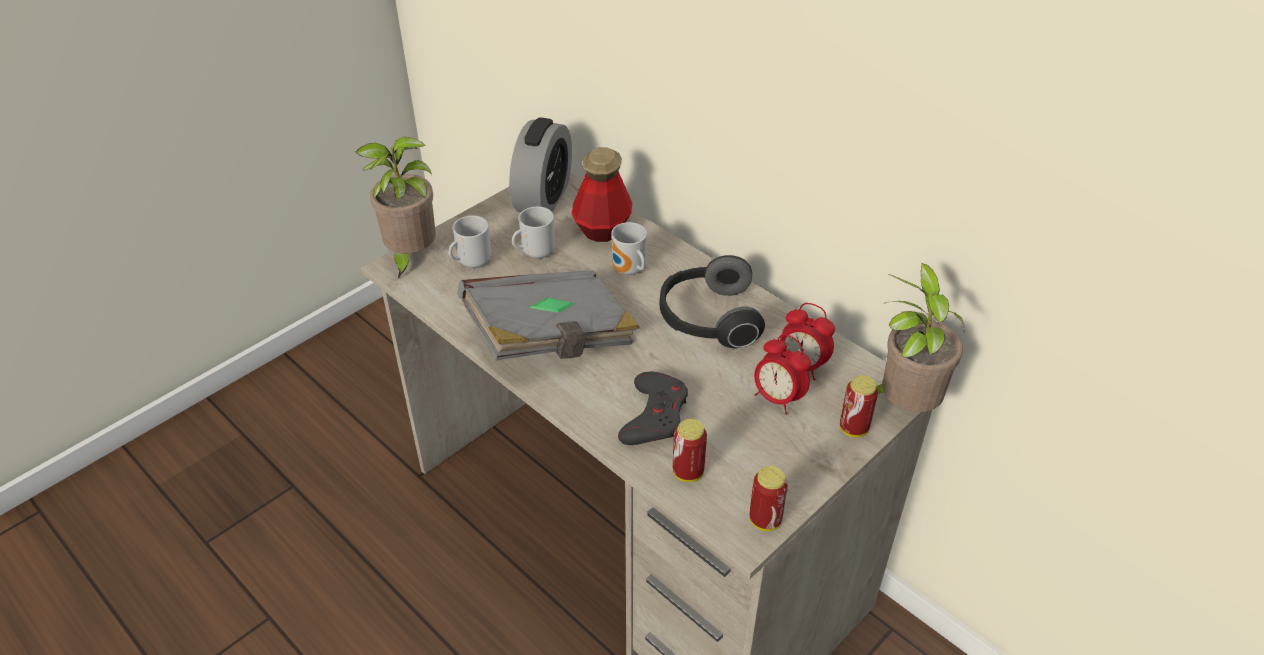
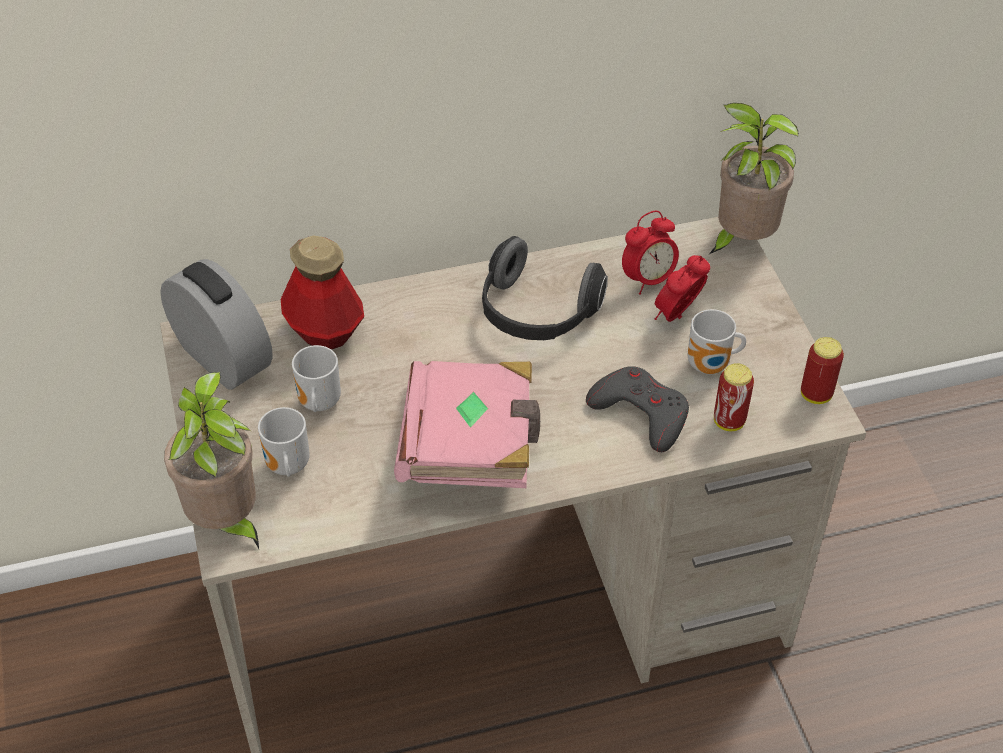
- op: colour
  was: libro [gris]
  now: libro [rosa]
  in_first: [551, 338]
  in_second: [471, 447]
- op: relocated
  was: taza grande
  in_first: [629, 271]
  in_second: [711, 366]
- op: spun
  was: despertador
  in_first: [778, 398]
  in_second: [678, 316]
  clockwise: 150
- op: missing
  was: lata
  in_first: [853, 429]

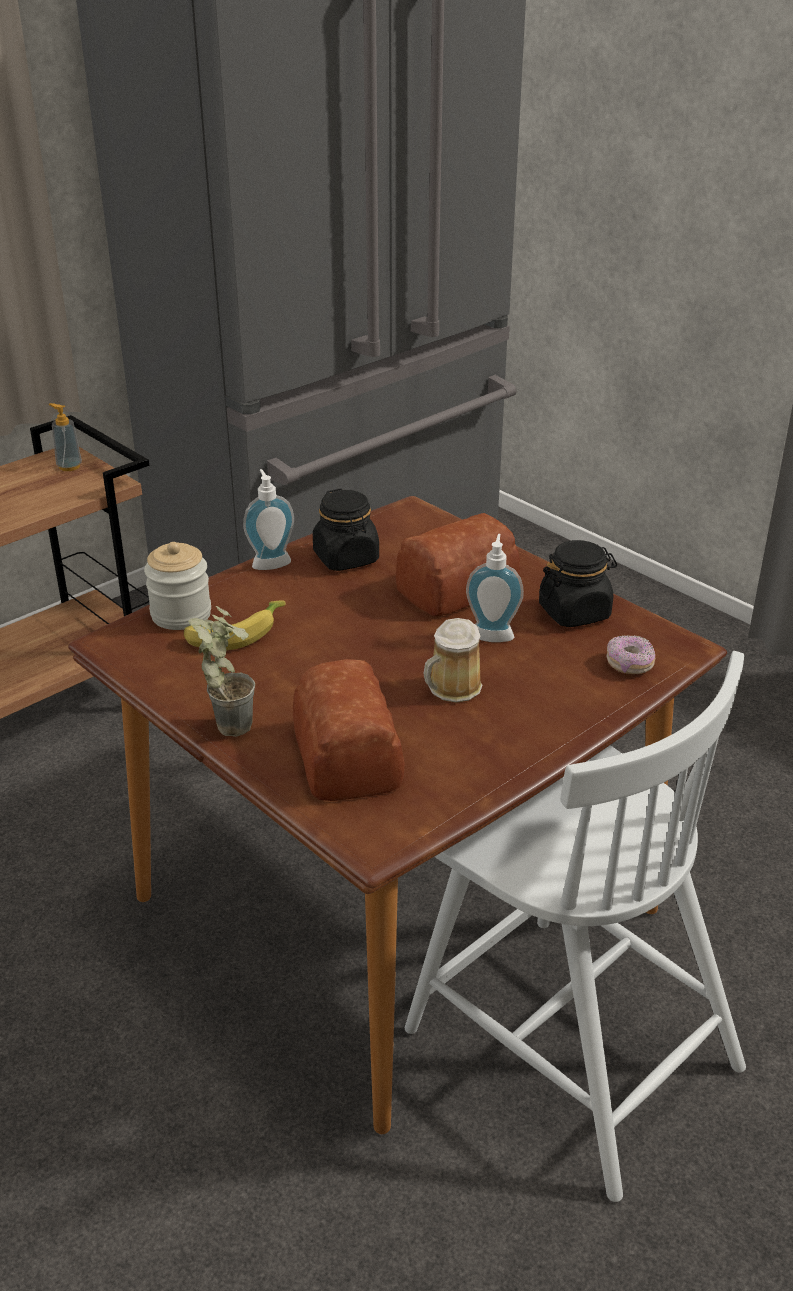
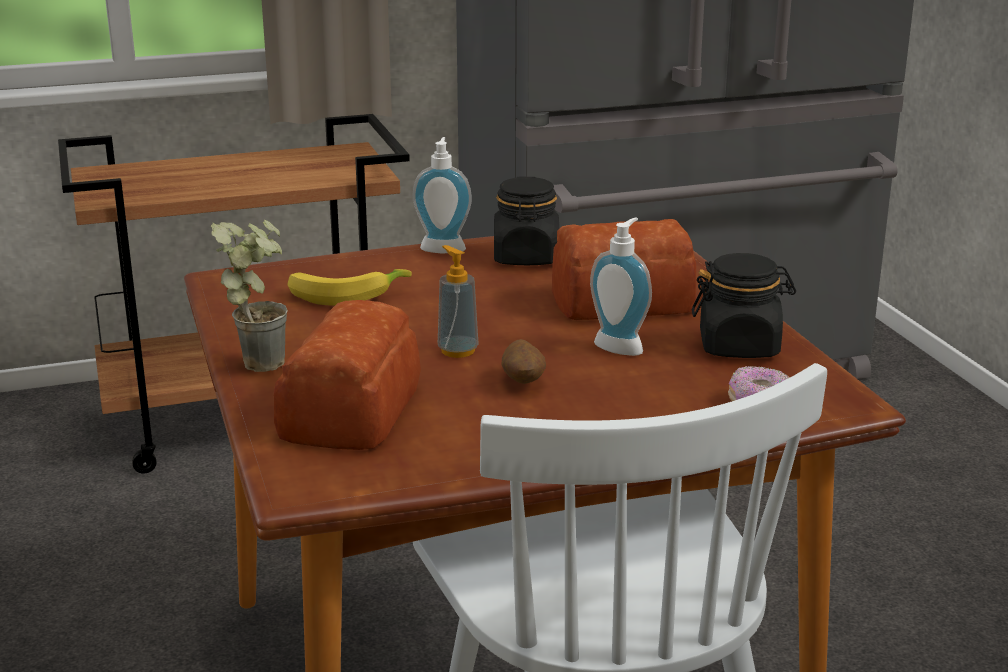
- op: relocated
  was: dispensador de jabón
  in_first: [69, 466]
  in_second: [457, 350]
- op: missing
  was: tarro
  in_first: [181, 614]
- op: exchanged
  was: taza grande
  now: patata
  in_first: [451, 689]
  in_second: [523, 382]

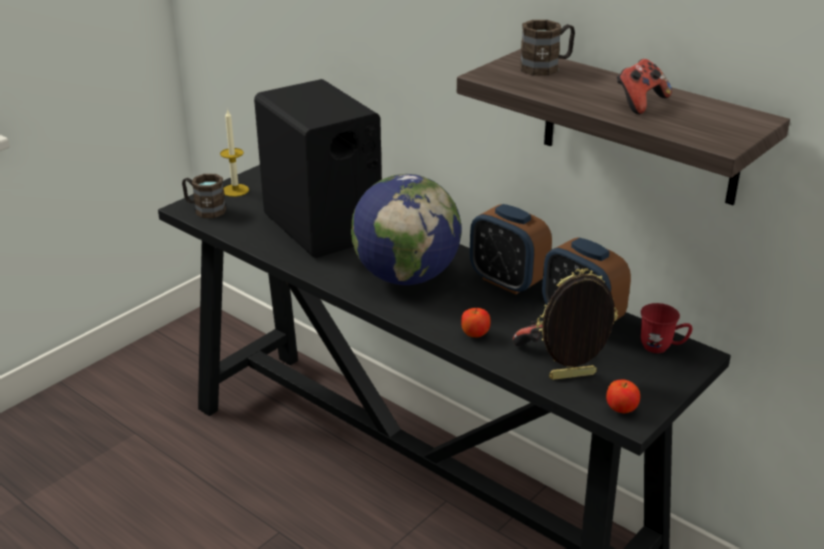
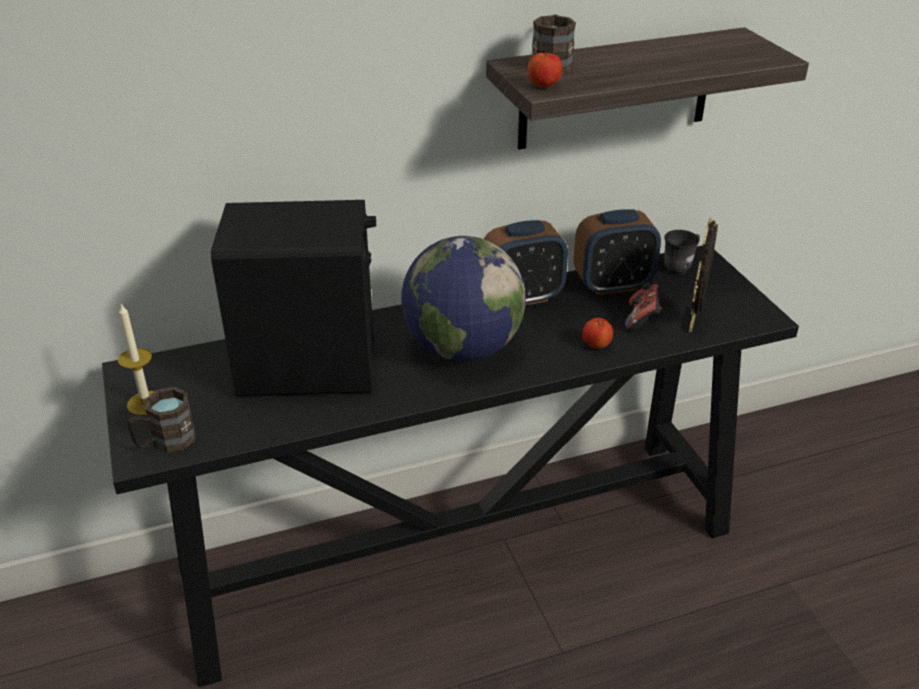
- op: relocated
  was: manzana
  in_first: [621, 409]
  in_second: [543, 86]
- op: missing
  was: mando de consola
  in_first: [640, 103]
- op: colour
  was: taza grande [rojo]
  now: taza grande [gris]
  in_first: [662, 347]
  in_second: [680, 266]

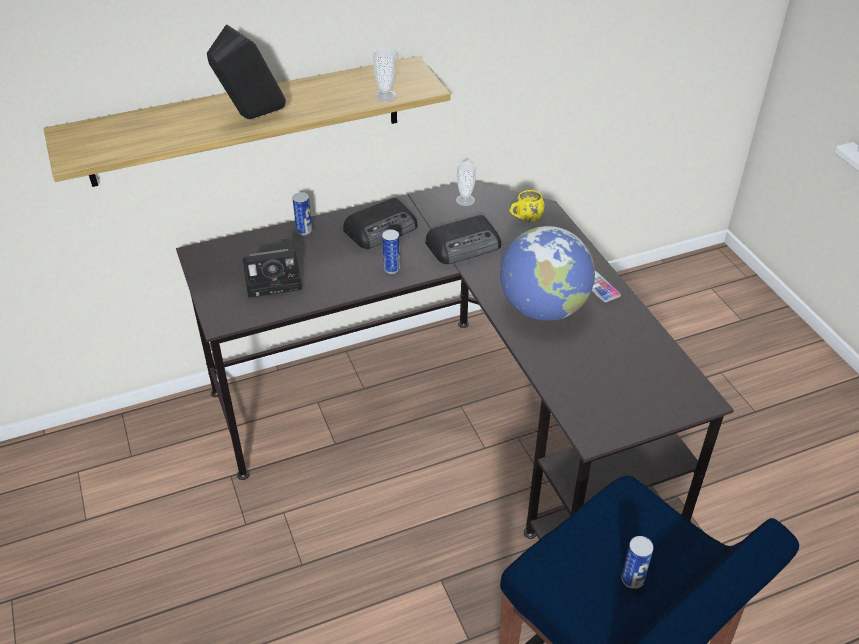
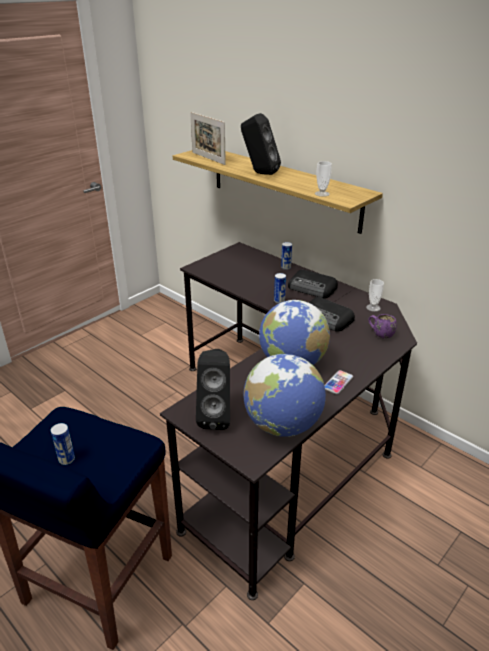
- op: missing
  was: cámara
  in_first: [275, 278]
- op: colour
  was: taza grande [amarillo]
  now: taza grande [morado]
  in_first: [525, 219]
  in_second: [380, 334]
- op: appeared
  now: portarretratos
  in_second: [208, 158]
- op: appeared
  now: altavoz [negro]
  in_second: [216, 416]
- op: appeared
  now: globo terráqueo
  in_second: [282, 425]

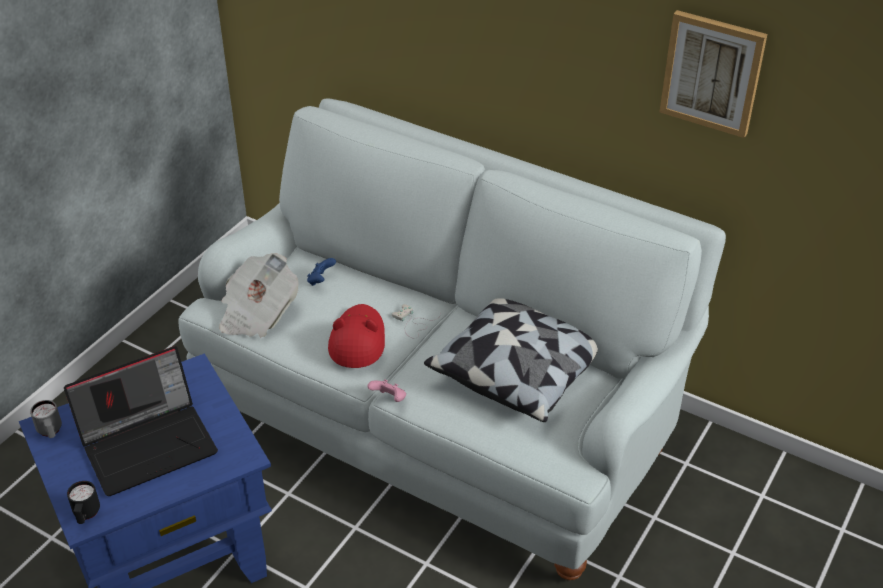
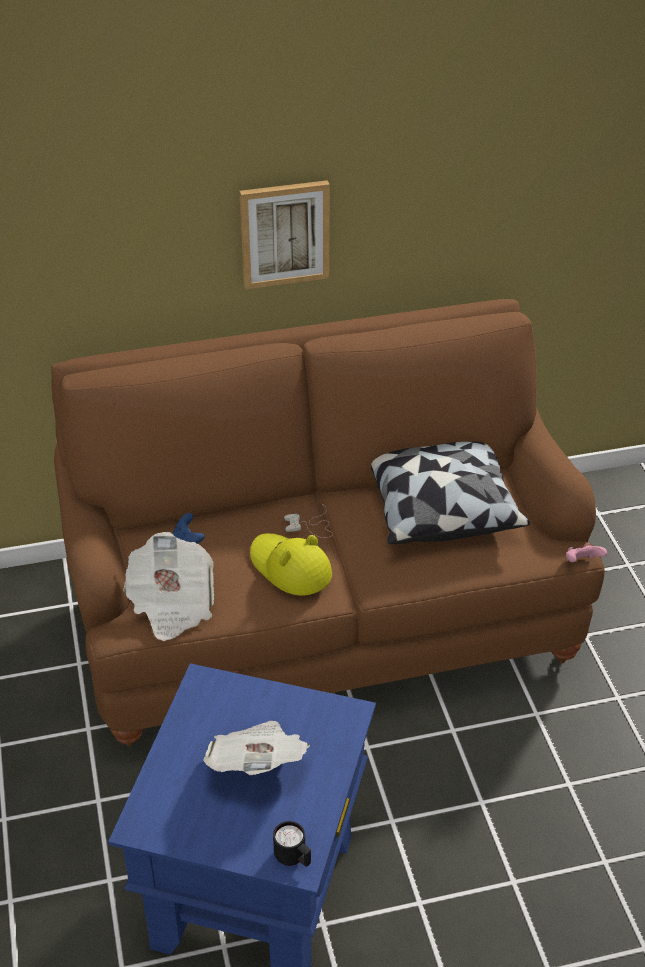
- op: missing
  was: taza grande [gris]
  in_first: [50, 432]
- op: exchanged
  was: portátil
  now: periódico
  in_first: [149, 444]
  in_second: [257, 765]
- op: colour
  was: sofá [blanco]
  now: sofá [marrón]
  in_first: [442, 419]
  in_second: [322, 616]
- op: colour
  was: sombrero [rojo]
  now: sombrero [amarillo]
  in_first: [357, 340]
  in_second: [290, 568]
- op: relocated
  was: mando de consola [rosa]
  in_first: [389, 399]
  in_second: [582, 563]
- op: relocated
  was: cuadro
  in_first: [712, 73]
  in_second: [284, 233]

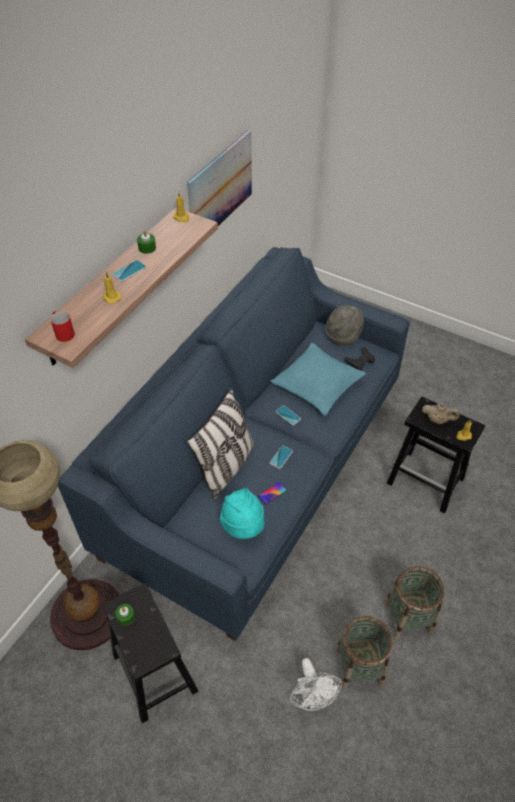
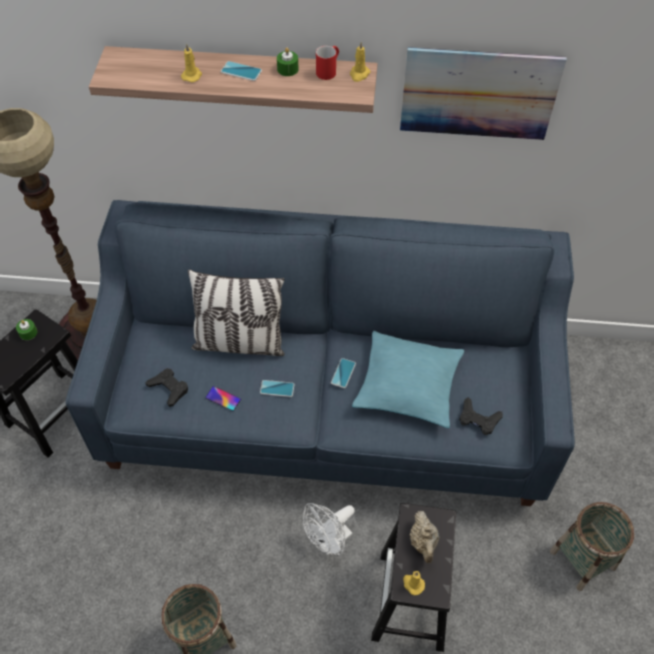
- op: relocated
  was: taza grande [rojo]
  in_first: [63, 332]
  in_second: [328, 70]
- op: exchanged
  was: sombrero [turquesa]
  now: mando de consola [negro]
  in_first: [243, 526]
  in_second: [169, 388]
- op: relocated
  was: ventilador [blanco]
  in_first: [312, 698]
  in_second: [329, 542]
- op: missing
  was: sombrero [gris]
  in_first: [343, 336]
- op: relocated
  was: cesta
  in_first: [359, 666]
  in_second: [583, 559]

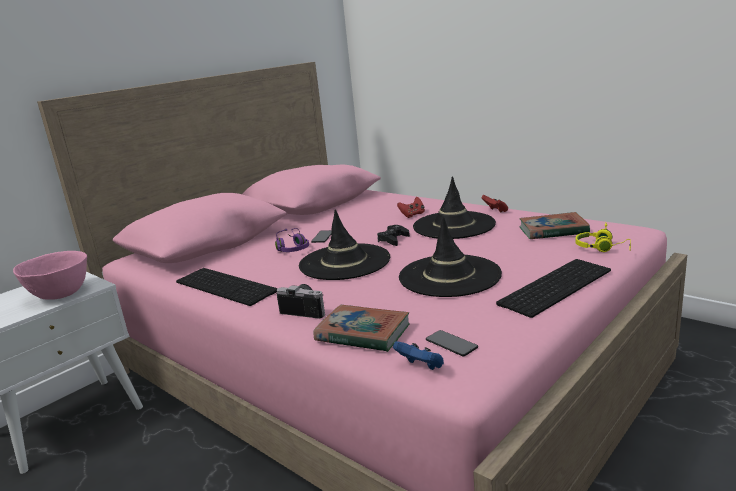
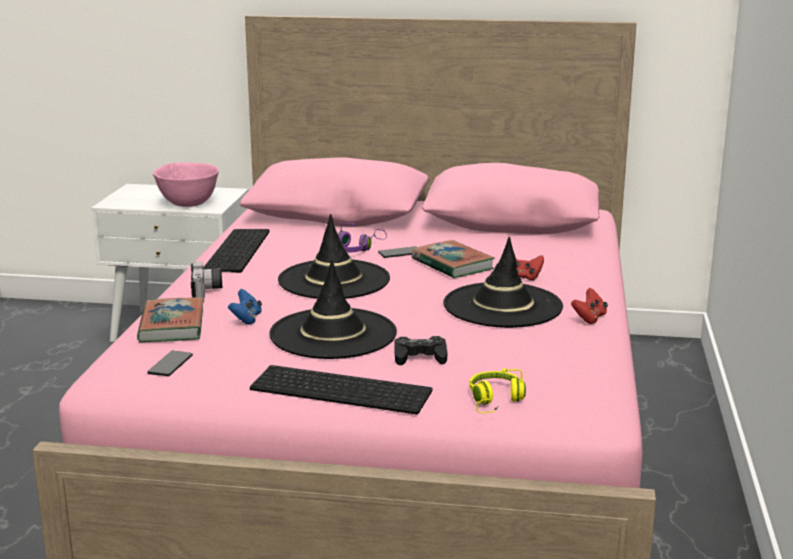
- op: relocated
  was: mando de consola [negro]
  in_first: [393, 239]
  in_second: [420, 357]
- op: relocated
  was: mando de consola [azul]
  in_first: [421, 367]
  in_second: [246, 319]
- op: relocated
  was: libro
  in_first: [553, 230]
  in_second: [452, 264]

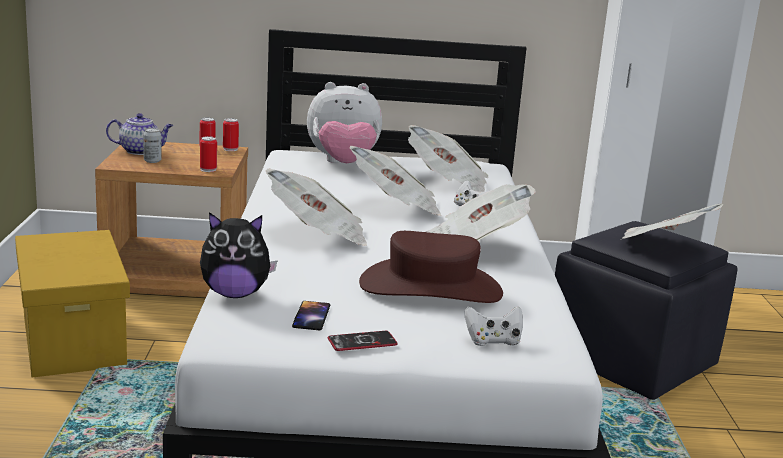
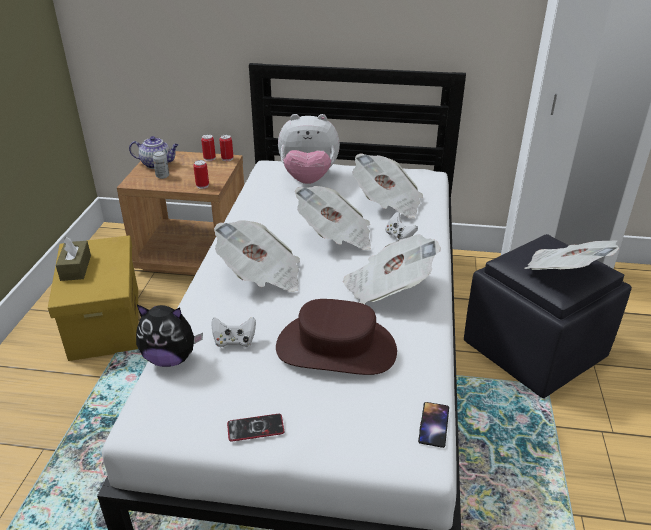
- op: relocated
  was: móvil
  in_first: [311, 316]
  in_second: [433, 424]
- op: relocated
  was: mando de consola [blanco]
  in_first: [493, 341]
  in_second: [234, 341]
- op: appeared
  now: caja de pañuelos [marrón]
  in_second: [76, 268]

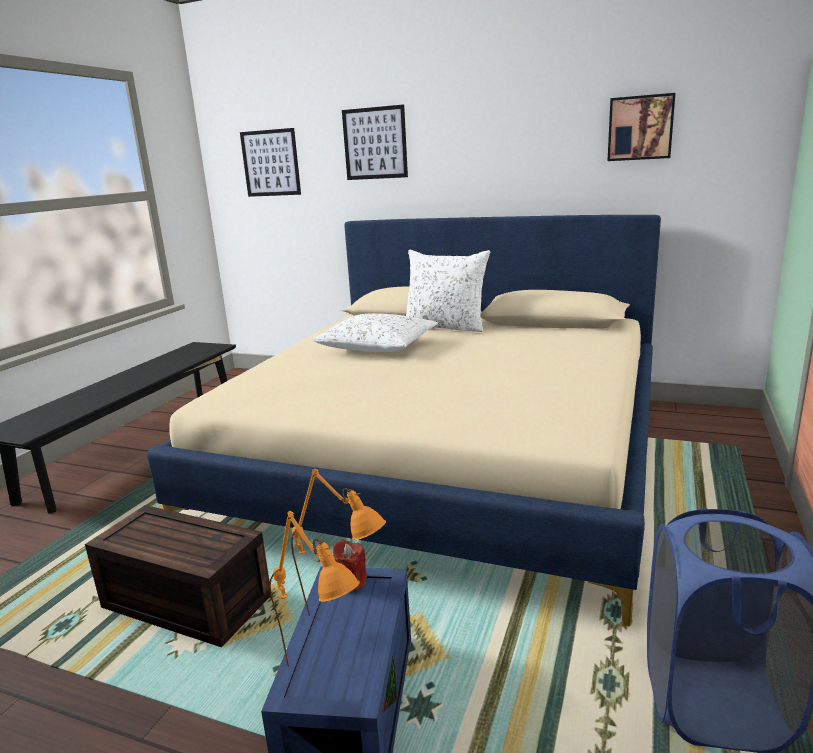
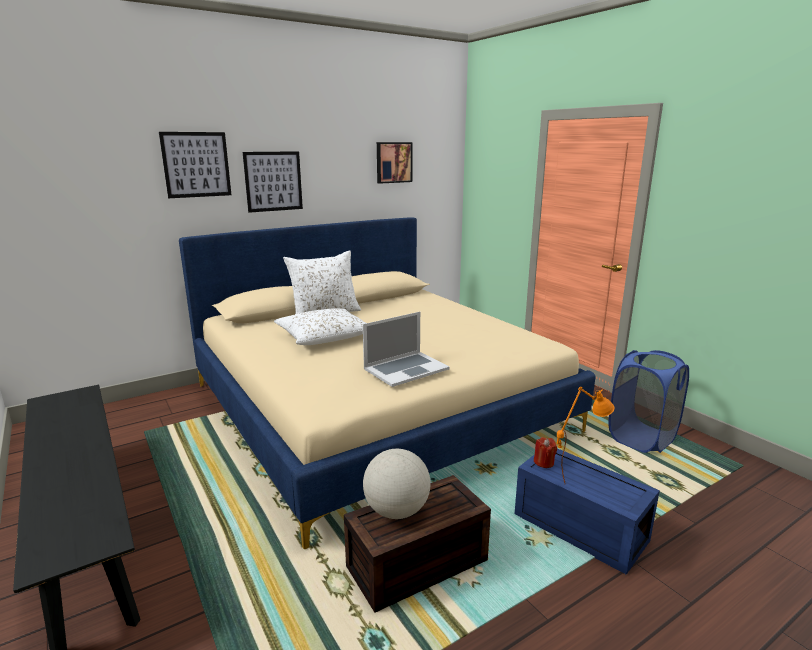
- op: relocated
  was: cuadro
  in_first: [270, 163]
  in_second: [273, 181]
- op: missing
  was: lámpara de mesa [naranja]
  in_first: [324, 679]
- op: appeared
  now: portátil
  in_second: [406, 369]
- op: appeared
  now: globo terráqueo
  in_second: [396, 511]

